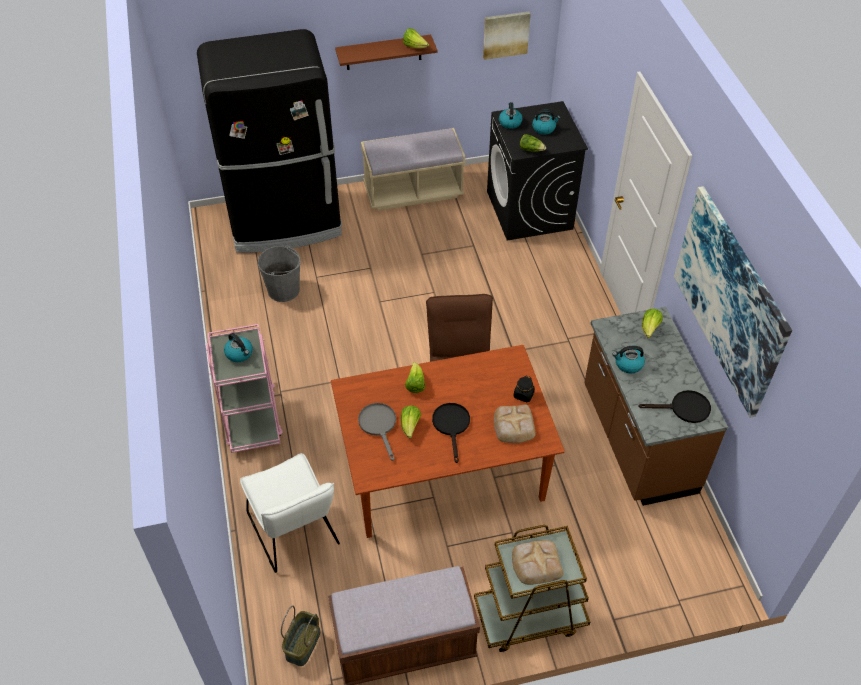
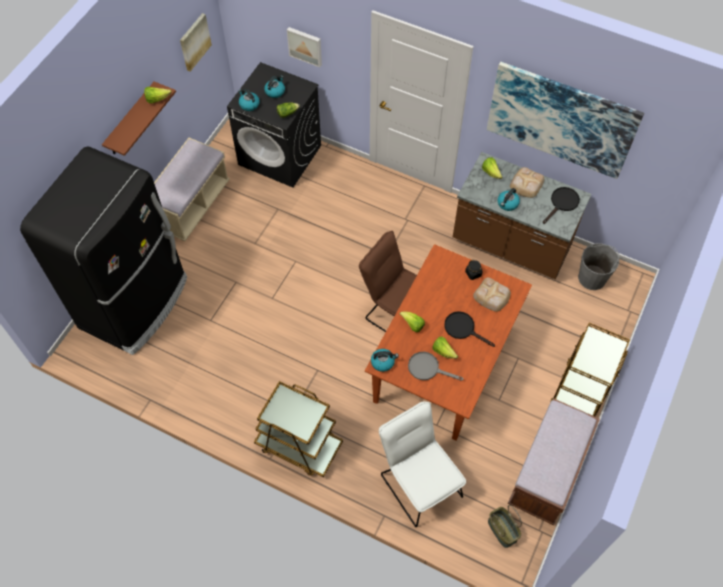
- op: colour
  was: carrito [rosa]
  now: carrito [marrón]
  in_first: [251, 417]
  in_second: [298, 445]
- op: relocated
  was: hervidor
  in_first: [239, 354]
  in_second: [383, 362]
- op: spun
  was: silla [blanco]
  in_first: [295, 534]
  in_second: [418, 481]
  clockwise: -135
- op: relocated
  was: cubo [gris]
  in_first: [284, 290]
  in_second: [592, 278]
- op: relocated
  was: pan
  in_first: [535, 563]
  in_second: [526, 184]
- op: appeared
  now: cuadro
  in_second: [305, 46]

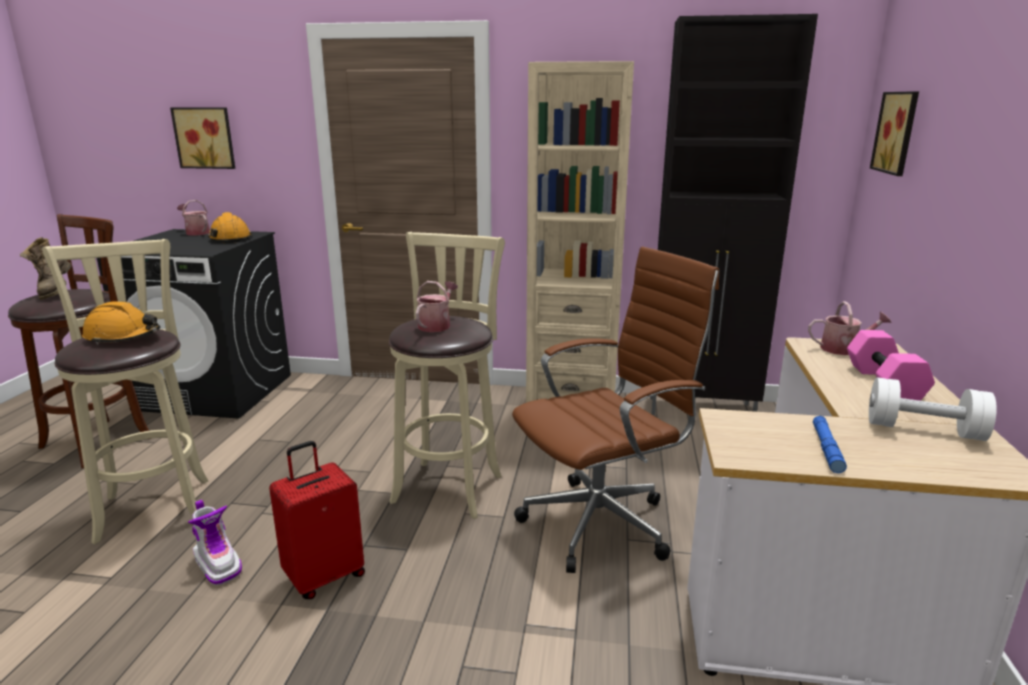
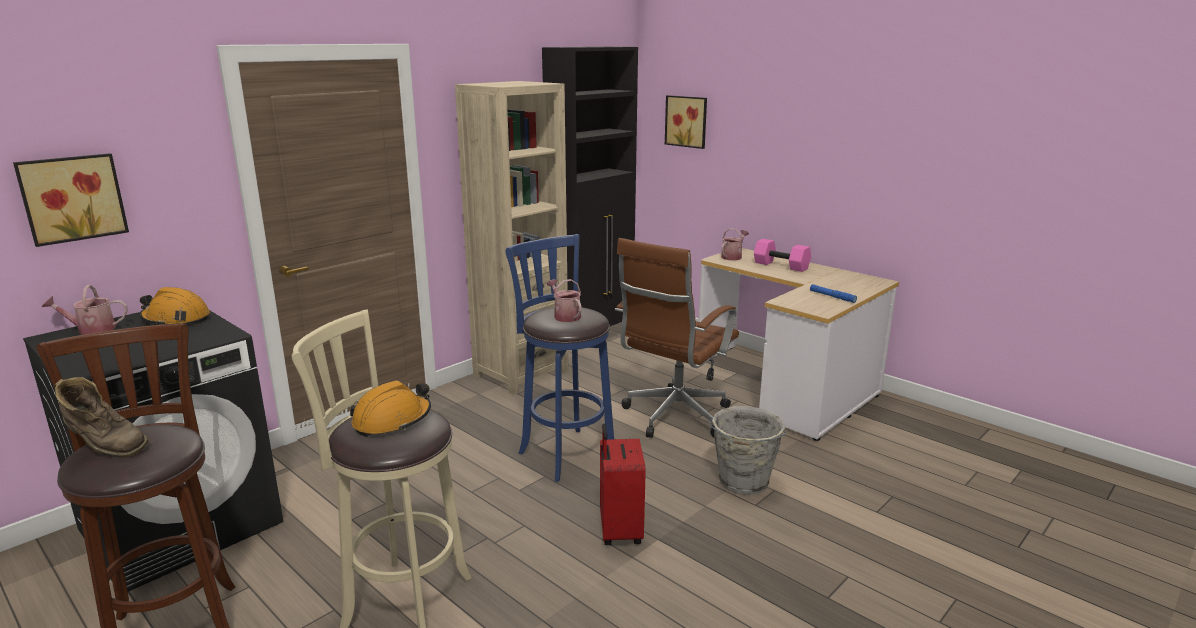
- op: missing
  was: bota
  in_first: [218, 564]
- op: colour
  was: taburete [beis]
  now: taburete [azul]
  in_first: [449, 485]
  in_second: [565, 452]
- op: spun
  was: silla de oficina [marrón]
  in_first: [603, 522]
  in_second: [673, 417]
  clockwise: -150
- op: missing
  was: mancuerna [blanco]
  in_first: [923, 430]
- op: appeared
  now: cubo [gris]
  in_second: [743, 482]

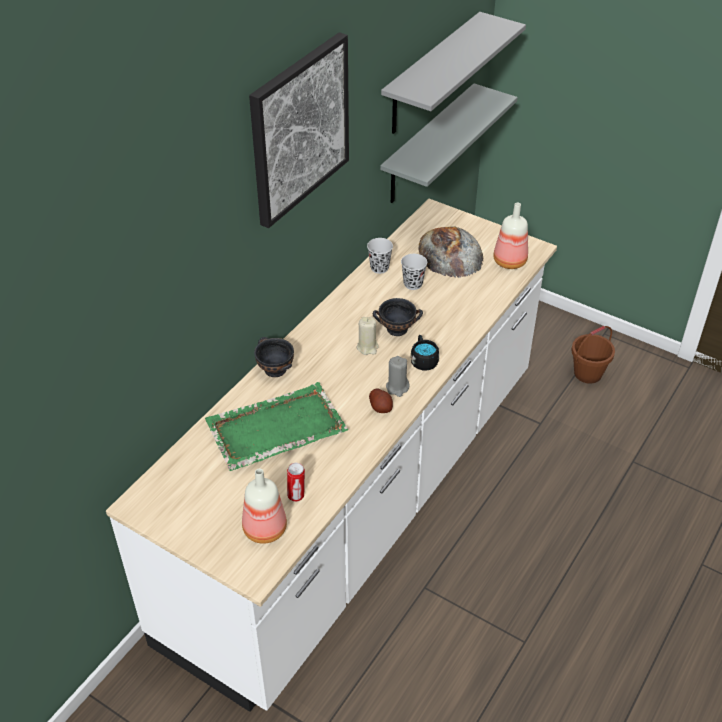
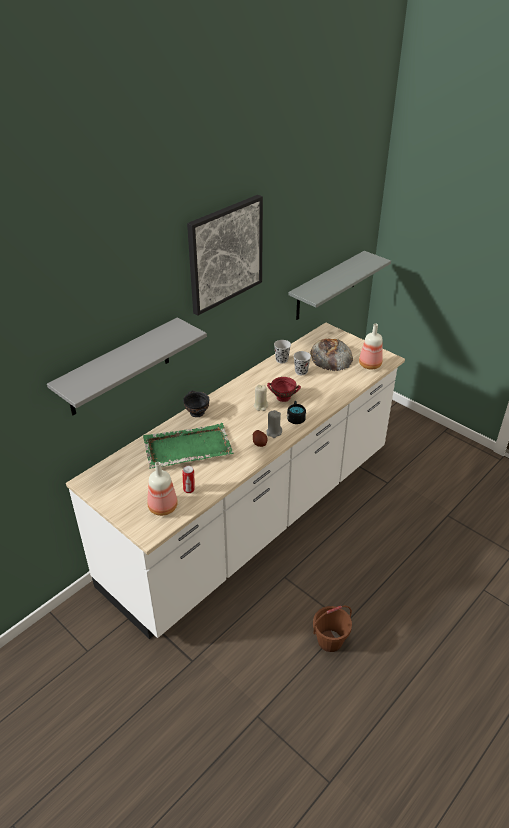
- op: colour
  was: cuenco [negro]
  now: cuenco [rojo]
  in_first: [398, 329]
  in_second: [284, 397]
- op: relocated
  was: estante [gris]
  in_first: [431, 74]
  in_second: [119, 367]
- op: relocated
  was: cubo [marrón]
  in_first: [588, 374]
  in_second: [330, 641]

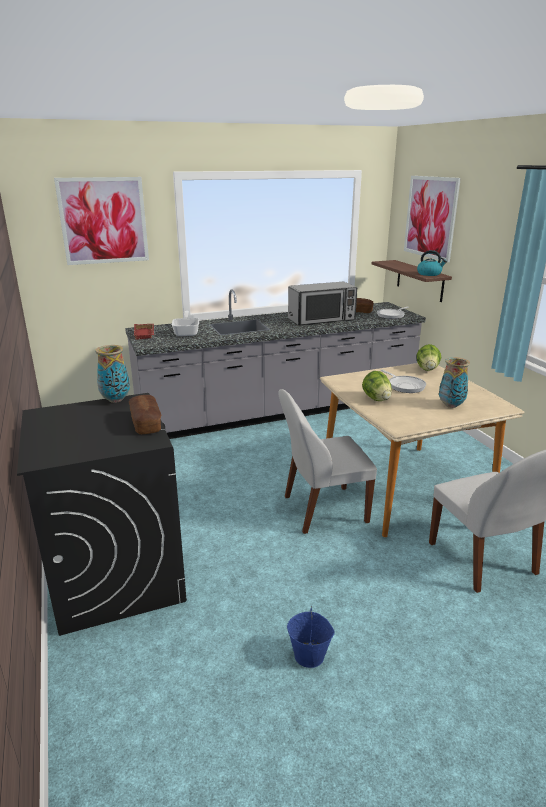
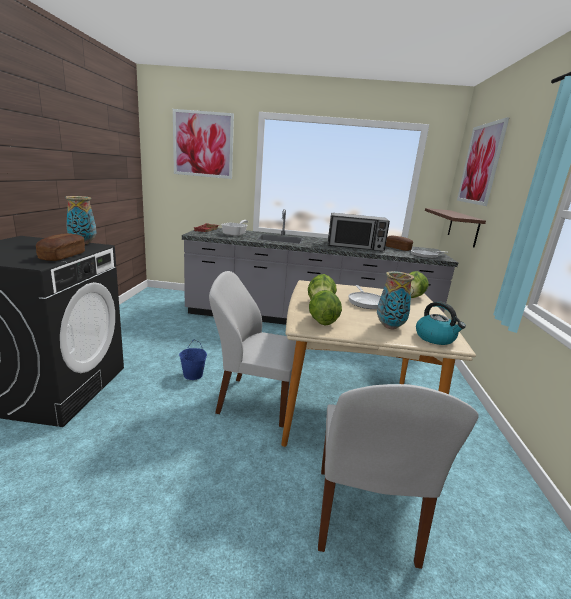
- op: relocated
  was: cubo [azul]
  in_first: [310, 655]
  in_second: [193, 375]
- op: relocated
  was: hervidor
  in_first: [429, 274]
  in_second: [435, 338]
- op: appeared
  now: lechuga
  in_second: [322, 321]

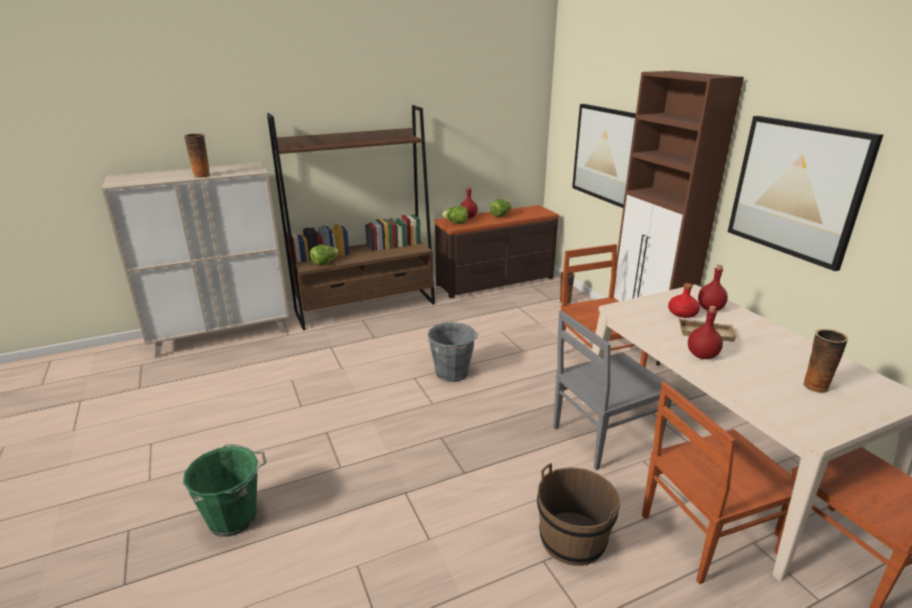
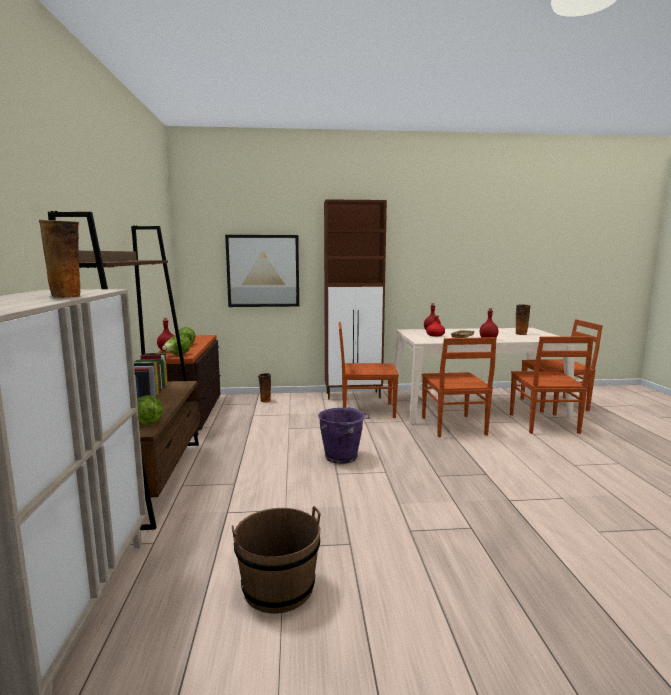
- op: missing
  was: cubo [verde]
  in_first: [235, 517]
- op: colour
  was: cubo [gris]
  now: cubo [morado]
  in_first: [452, 374]
  in_second: [342, 457]
- op: relocated
  was: cubo [marrón]
  in_first: [572, 539]
  in_second: [278, 588]
- op: colour
  was: silla [gris]
  now: silla [marrón]
  in_first: [603, 437]
  in_second: [453, 426]
- op: missing
  was: cuadro
  in_first: [797, 189]

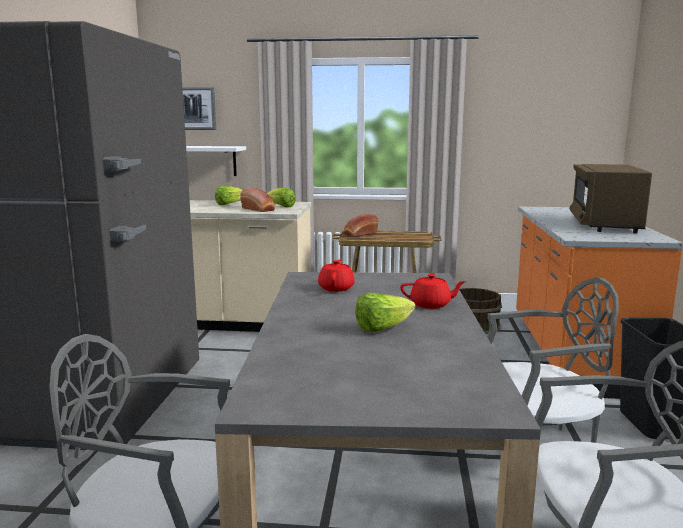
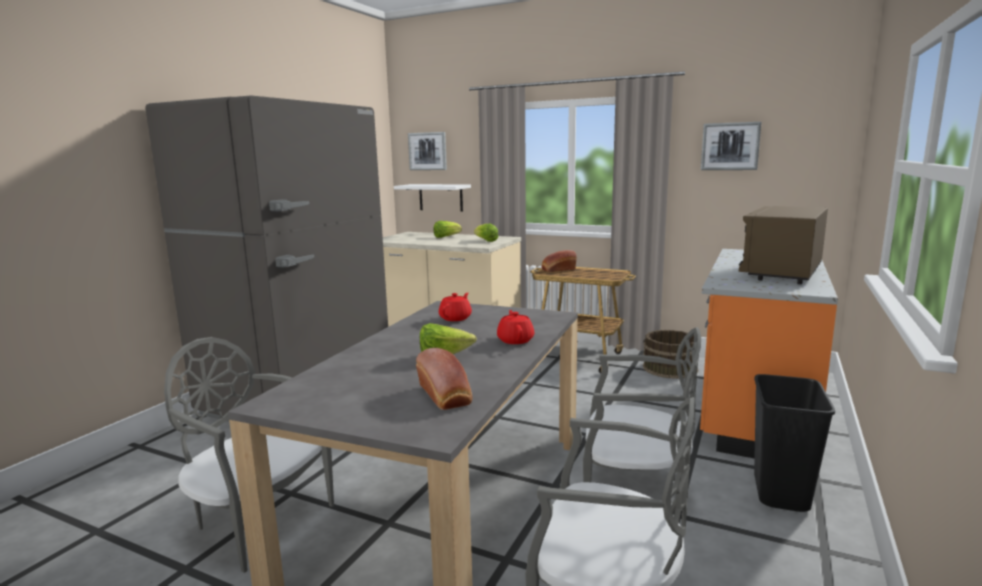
- op: relocated
  was: pan
  in_first: [259, 209]
  in_second: [445, 396]
- op: spun
  was: tetera [rojo]
  in_first: [431, 305]
  in_second: [515, 340]
  clockwise: -120
- op: appeared
  now: cuadro
  in_second: [730, 146]

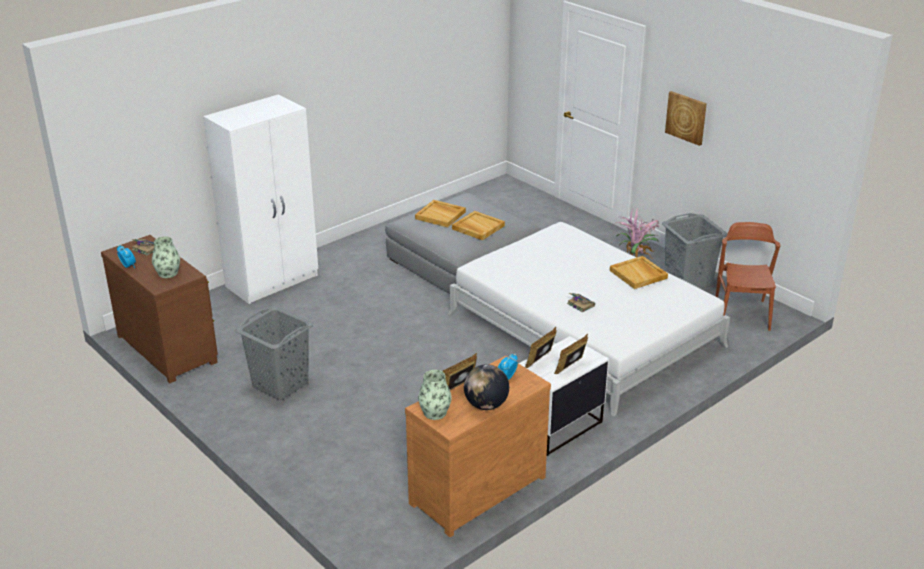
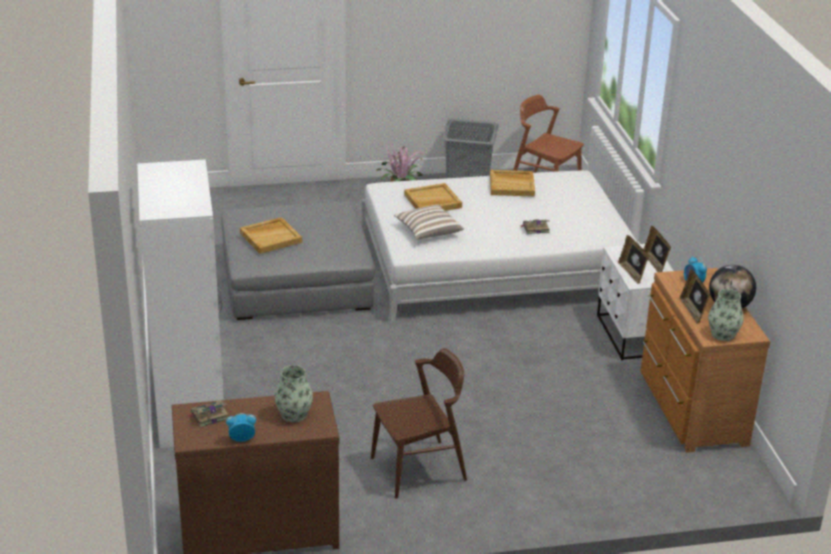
- op: exchanged
  was: cesto de la ropa [gris]
  now: silla [marrón]
  in_first: [280, 384]
  in_second: [419, 469]
- op: relocated
  was: bandeja [beis]
  in_first: [477, 227]
  in_second: [432, 201]
- op: missing
  was: cuadro
  in_first: [686, 117]
- op: appeared
  now: cojín
  in_second: [428, 232]

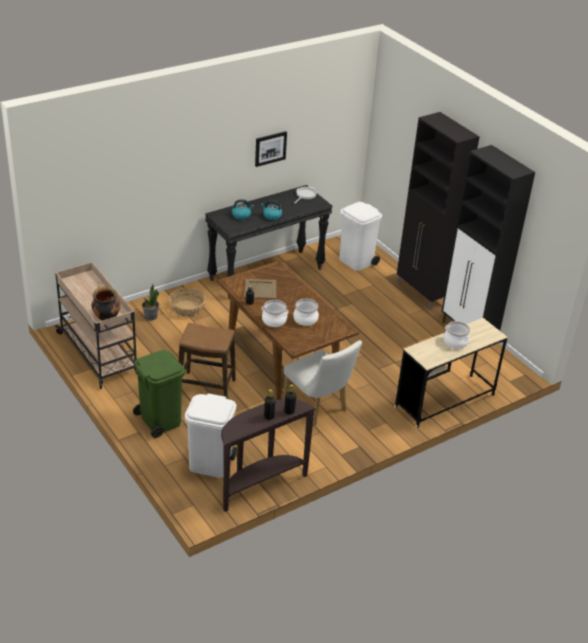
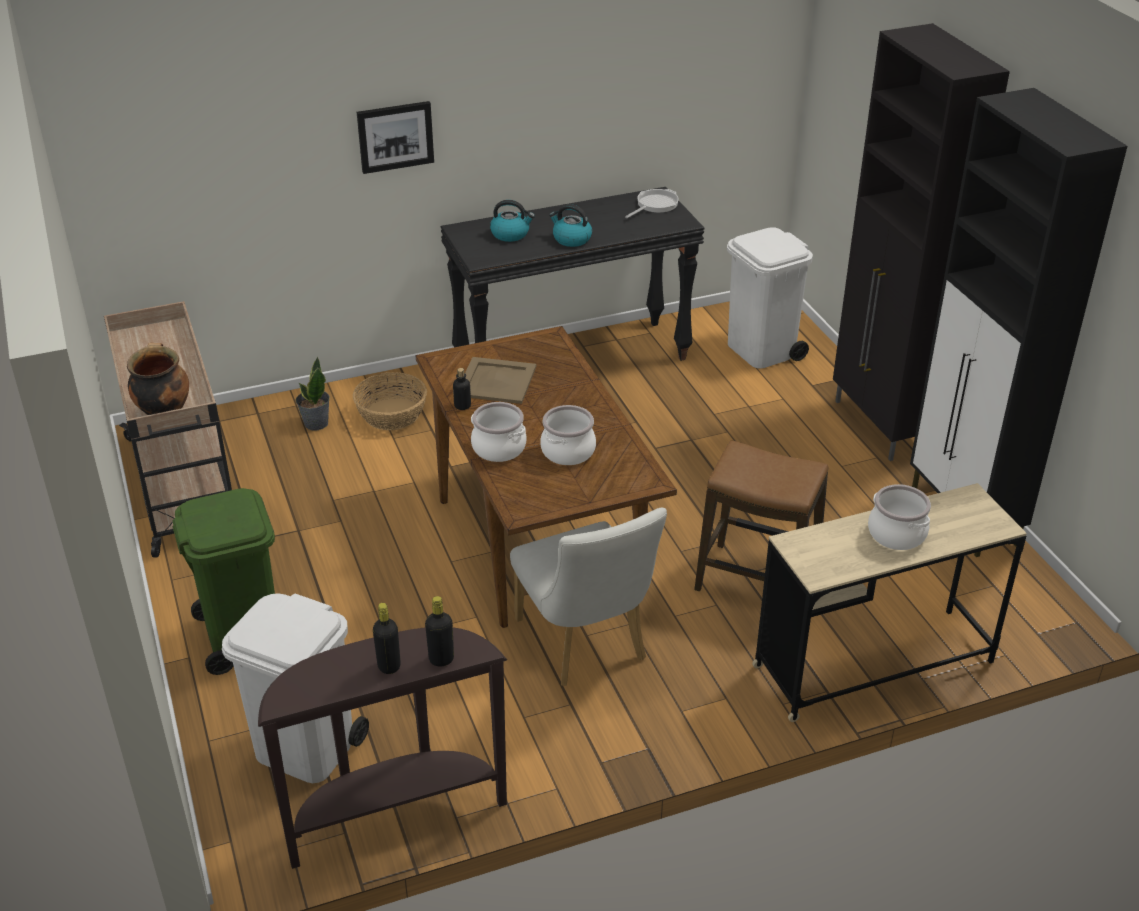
- op: relocated
  was: taburete
  in_first: [207, 387]
  in_second: [757, 581]
- op: relocated
  was: cuadro
  in_first: [270, 148]
  in_second: [395, 136]

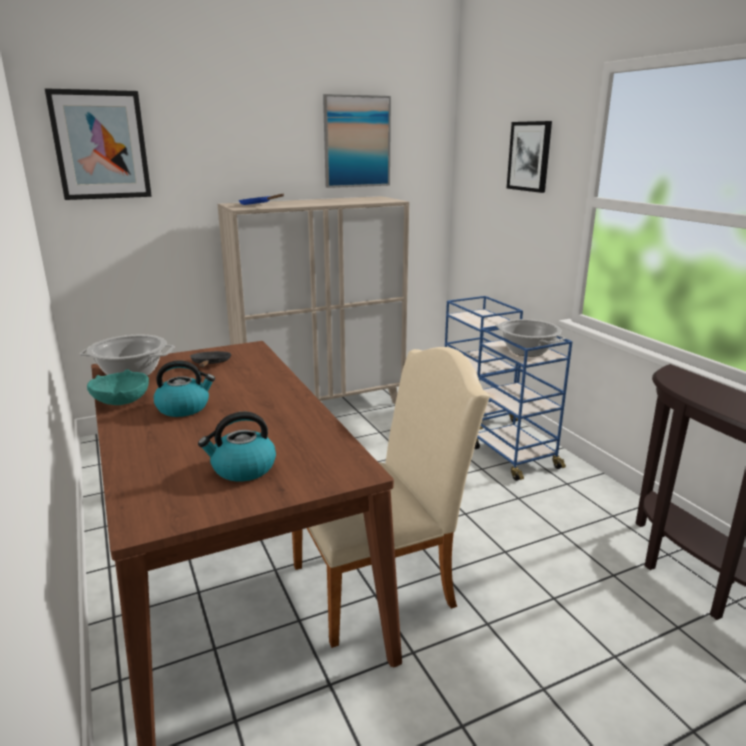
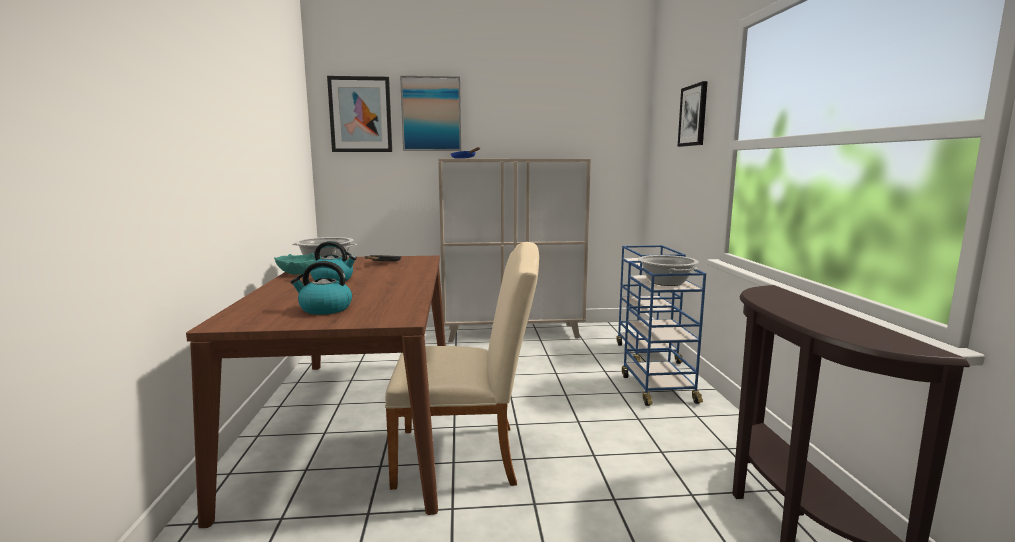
- op: relocated
  was: cuadro
  in_first: [356, 141]
  in_second: [431, 114]

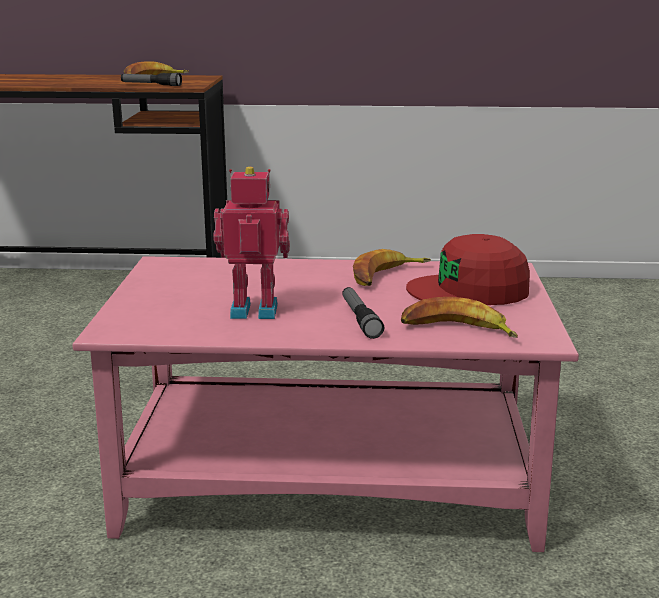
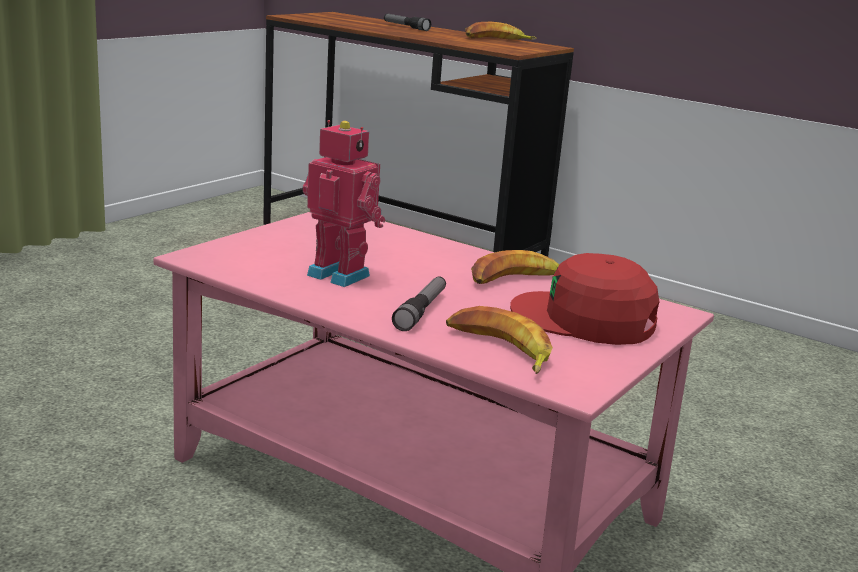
- op: relocated
  was: linterna
  in_first: [151, 85]
  in_second: [405, 27]

